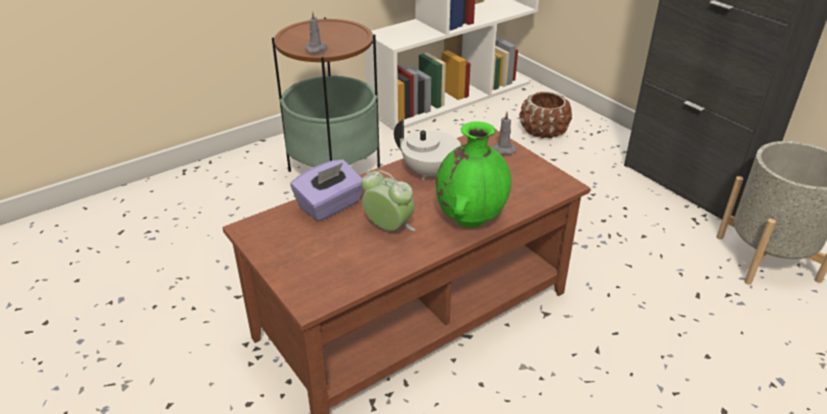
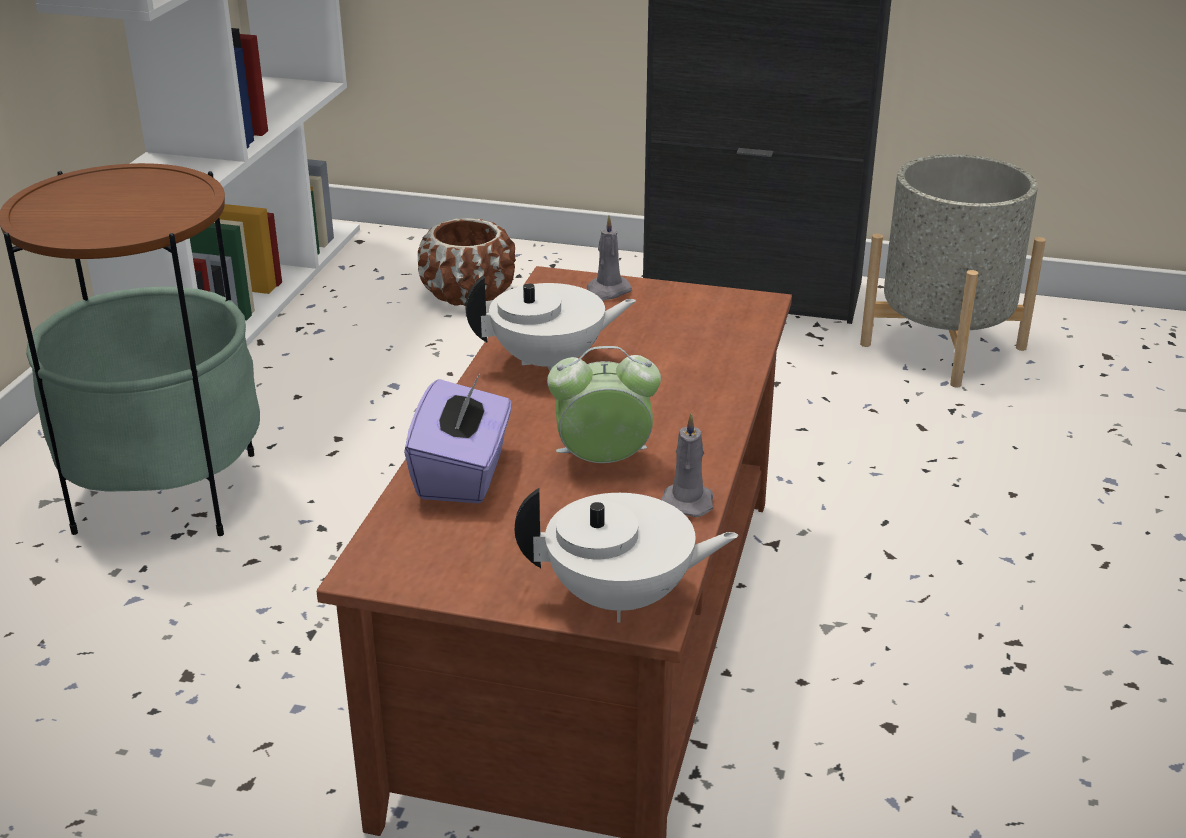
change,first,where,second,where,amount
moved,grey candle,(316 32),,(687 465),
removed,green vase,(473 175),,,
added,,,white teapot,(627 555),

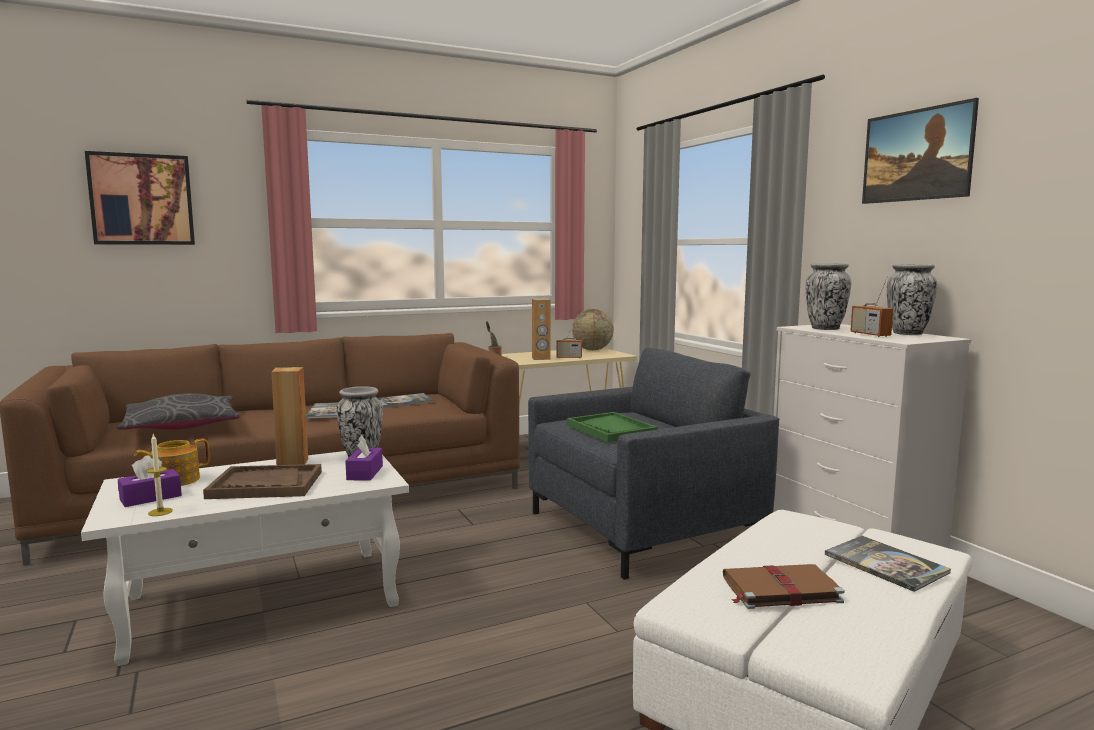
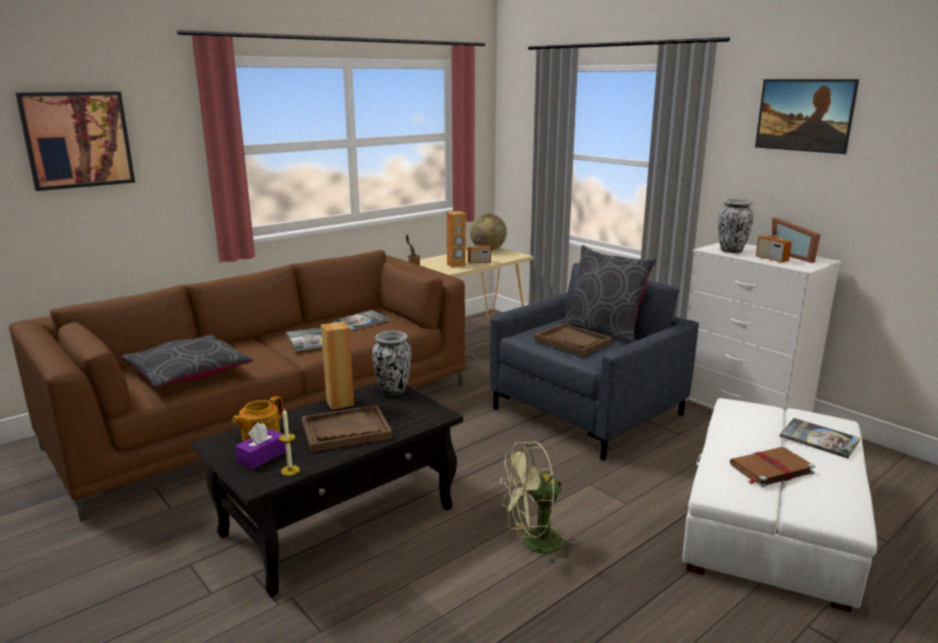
change,first,where,second,where,amount
replaced,vase,(912 299),picture frame,(796 240),
recoloured,green tray,(612 427),brown tray,(573 339),
removed,purple tissue box,(364 458),,,
recoloured,white coffee table,(245 558),black coffee table,(327 489),
added,,,grey pillow,(608 294),
added,,,green fan,(539 503),

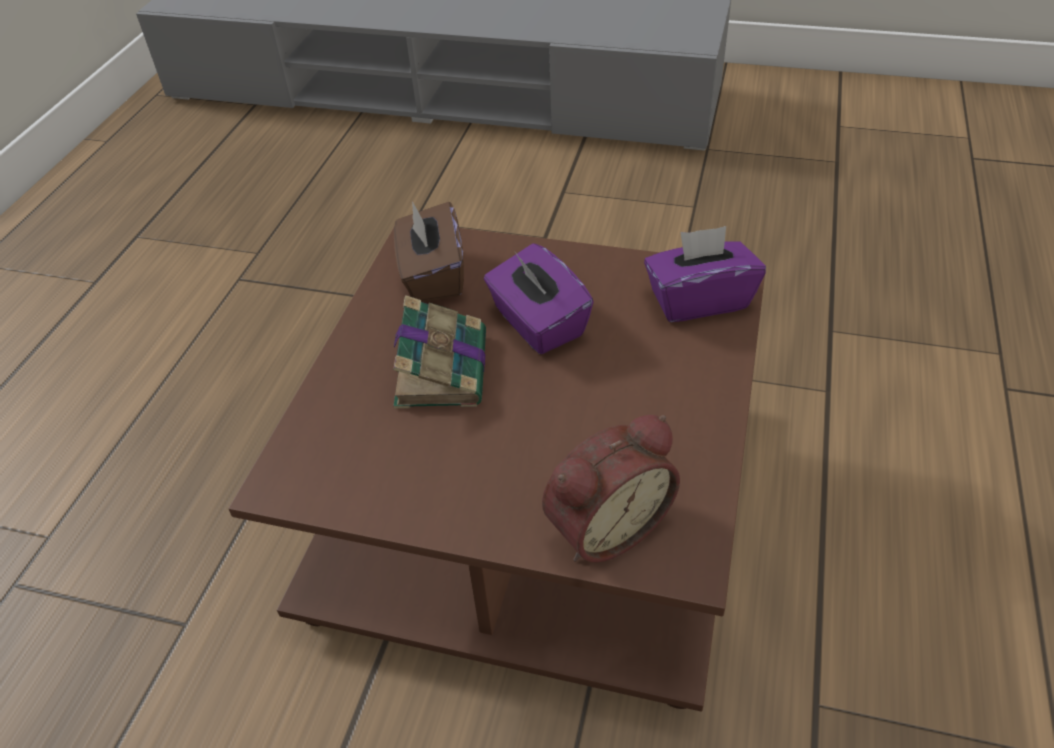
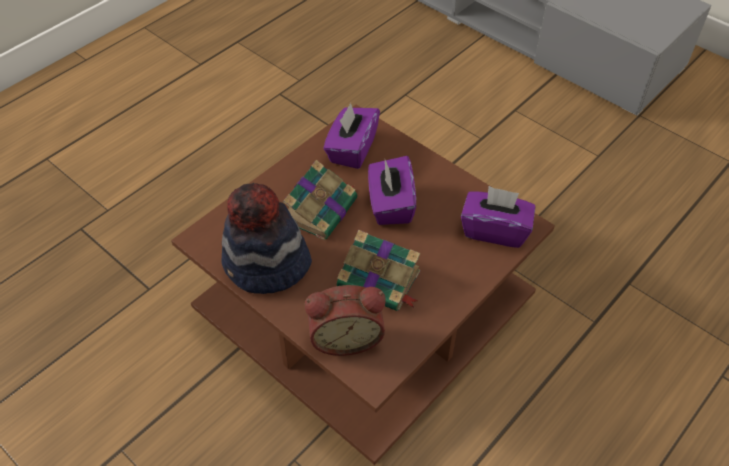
change,first,where,second,where,amount
recoloured,brown tissue box,(429 251),purple tissue box,(351 136),
added,,,hat,(266 238),
added,,,book,(378 270),

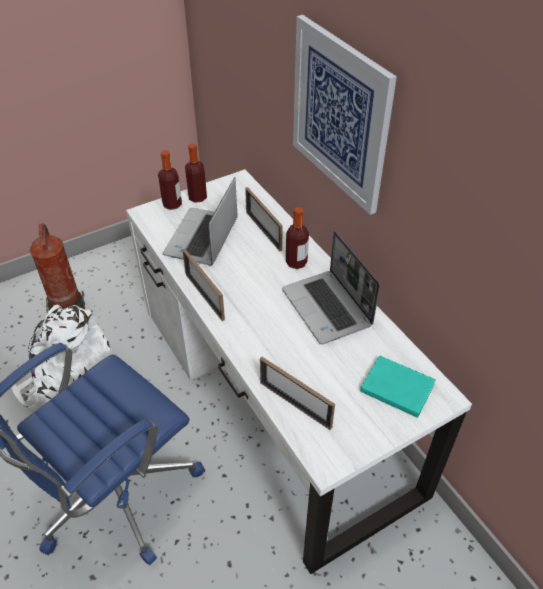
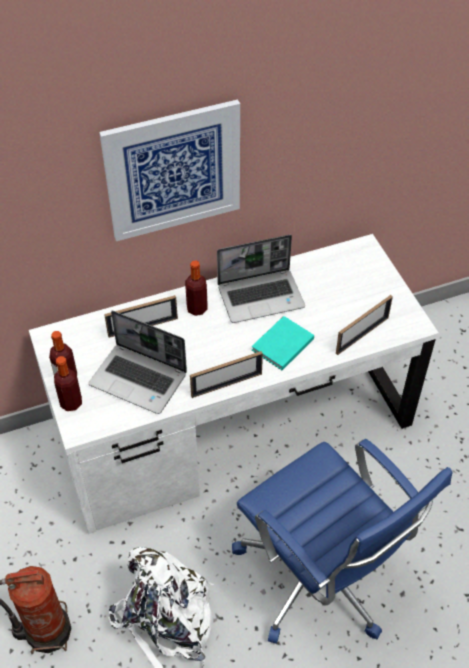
change,first,where,second,where,amount
moved,turquoise book,(398 386),,(283 343),

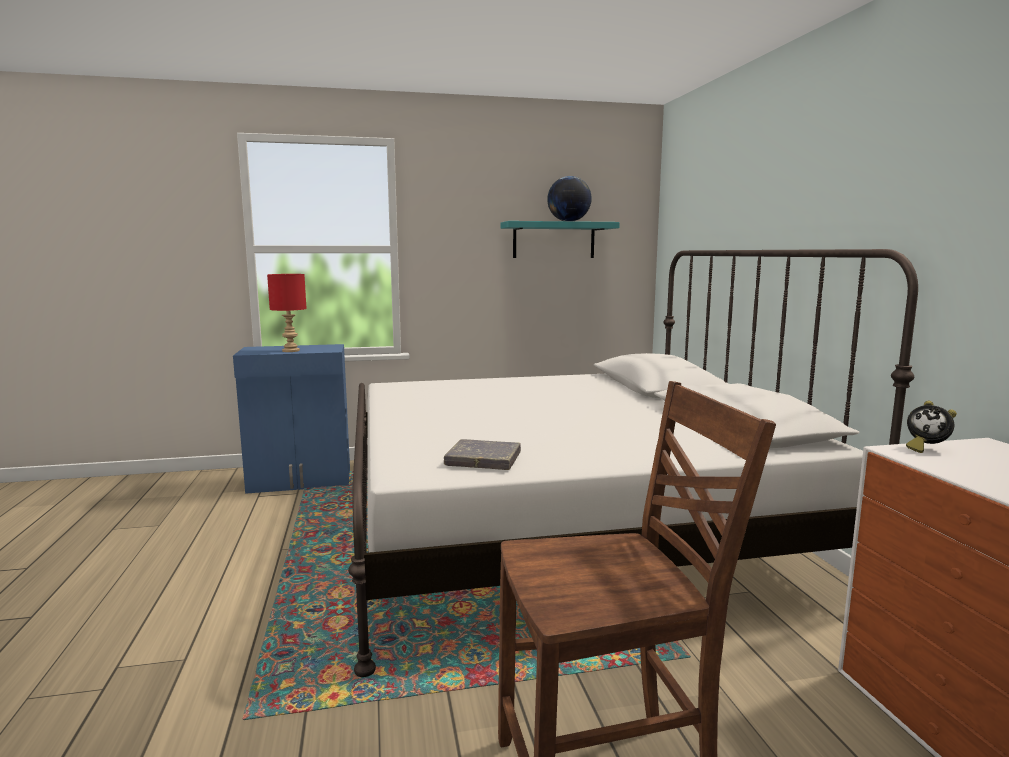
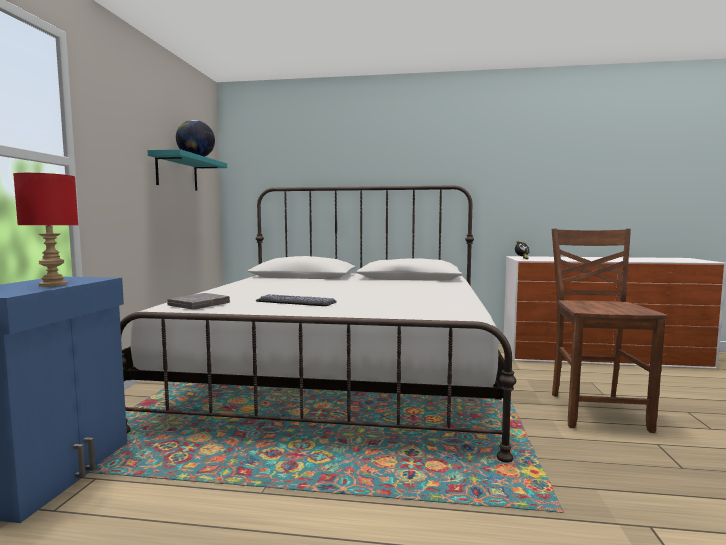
change,first,where,second,where,amount
moved,grey book,(482 454),,(198 301),
added,,,keyboard,(296 300),

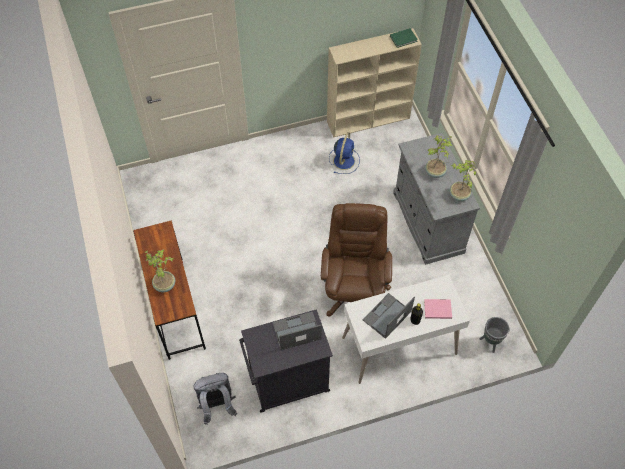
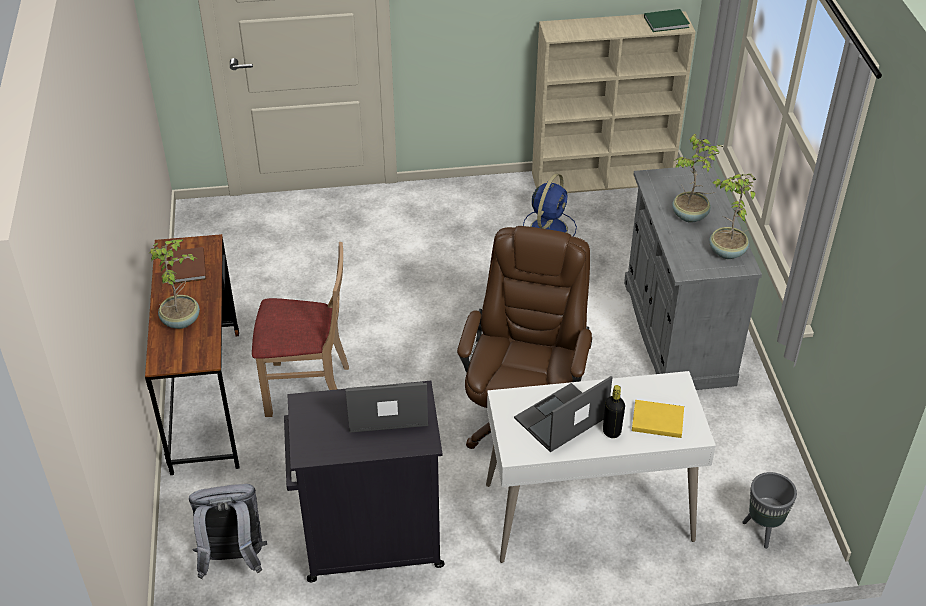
change,first,where,second,where,amount
recoloured,pink book,(438 309),yellow book,(658 419),
added,,,beige chair,(300 329),
added,,,brown book,(188 265),

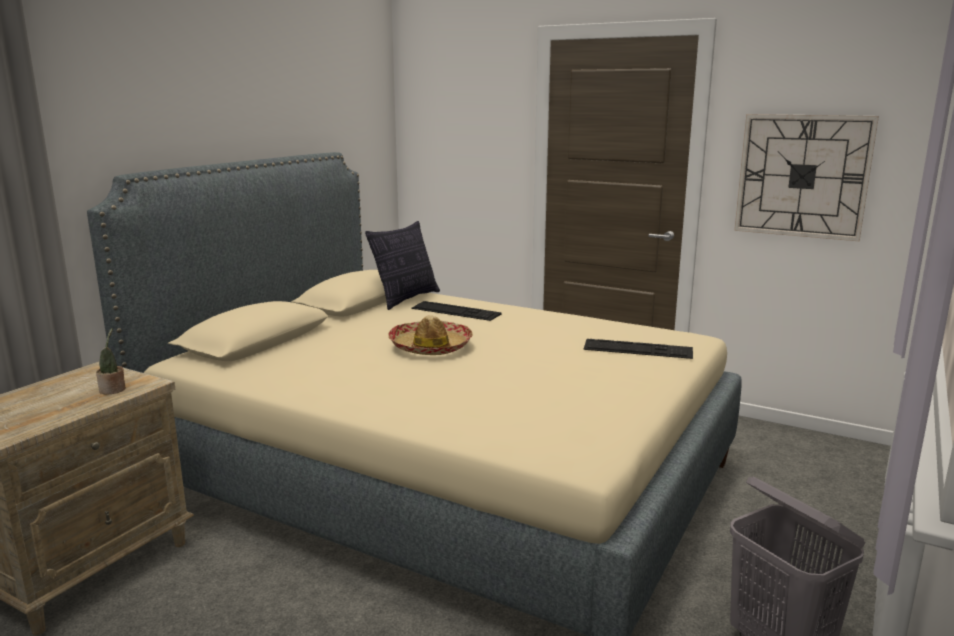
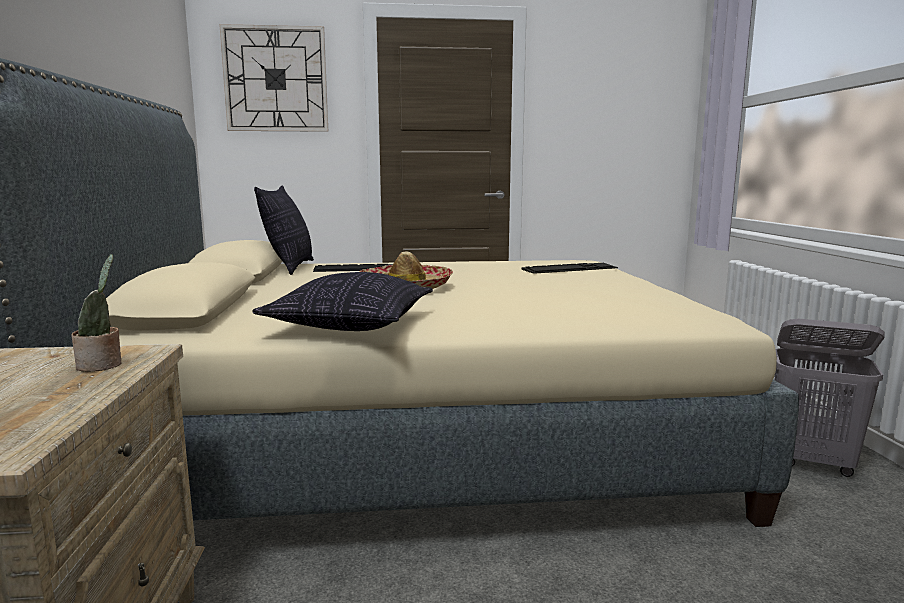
change,first,where,second,where,amount
moved,wall clock,(806 177),,(273 78),
added,,,pillow,(342 301),

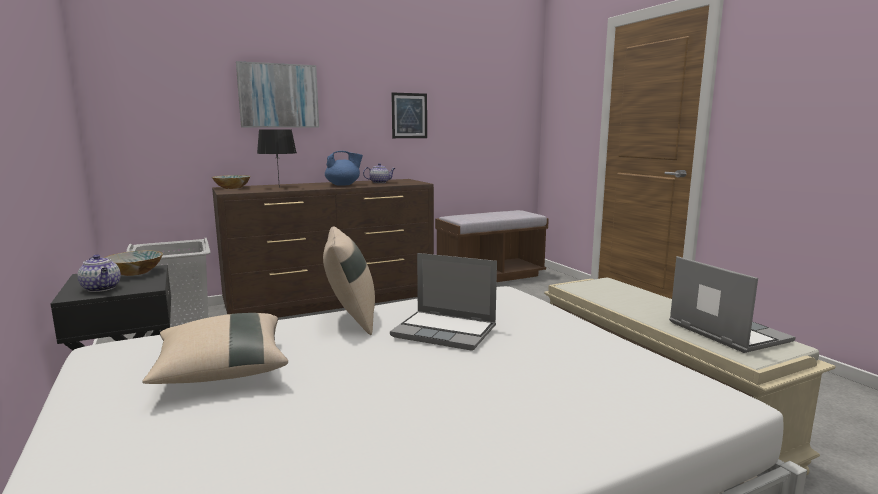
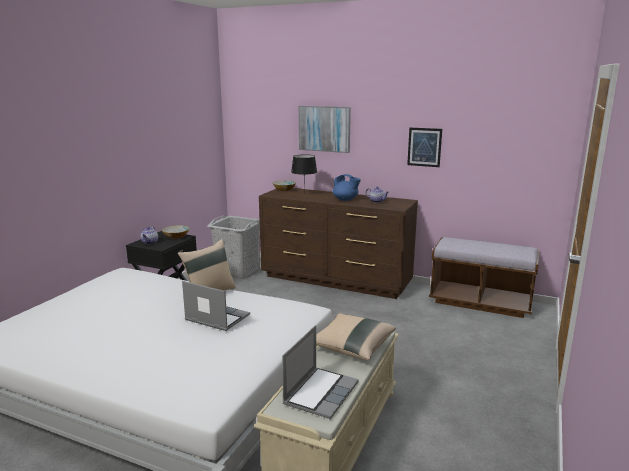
change,first,where,second,where,amount
turned,laptop,(443 302),,(216 306),135 degrees clockwise
moved,beige pillow,(215 348),,(356 337),

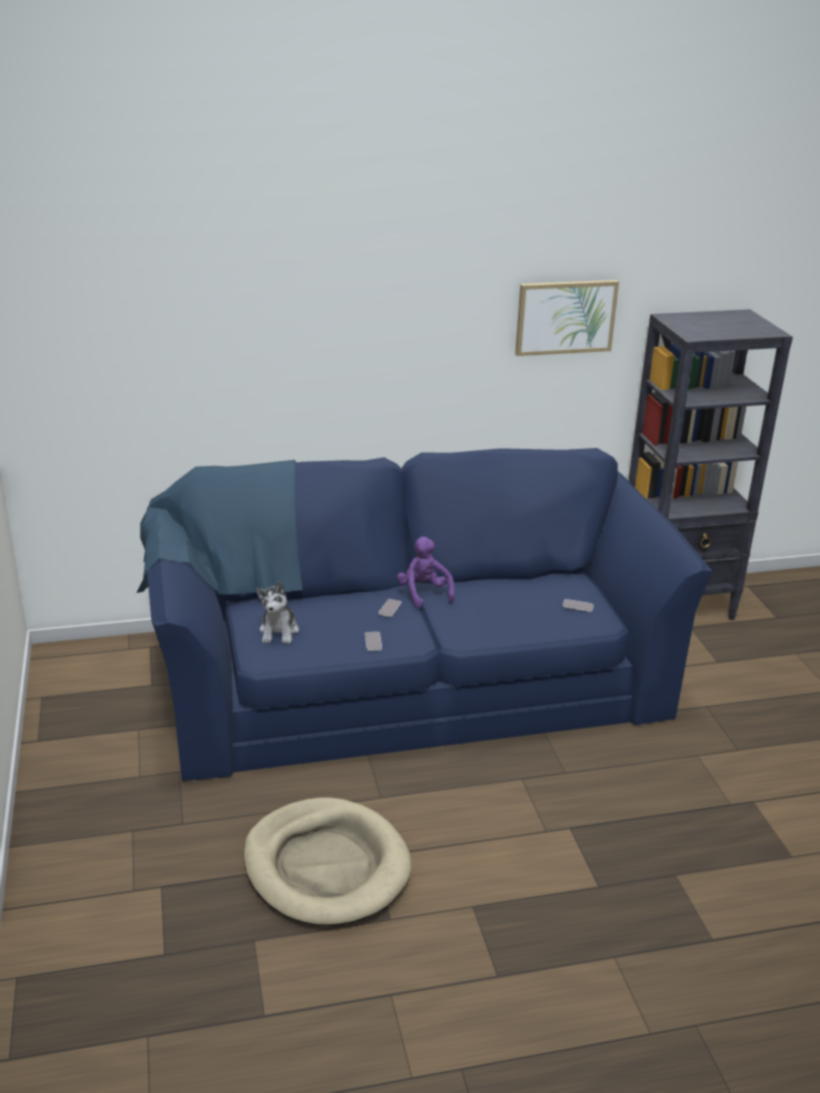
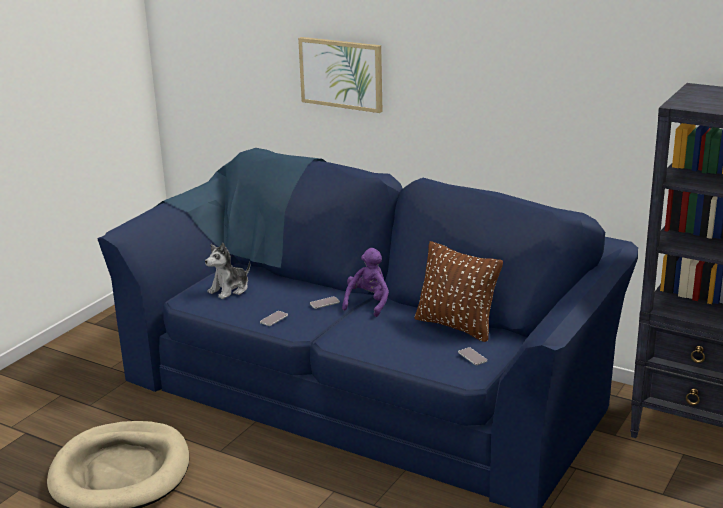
change,first,where,second,where,amount
moved,picture,(567 318),,(340 75),
added,,,brown pillow,(459 291),

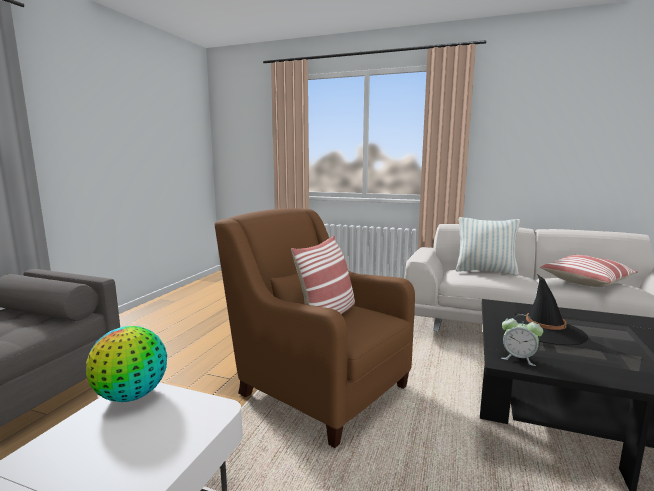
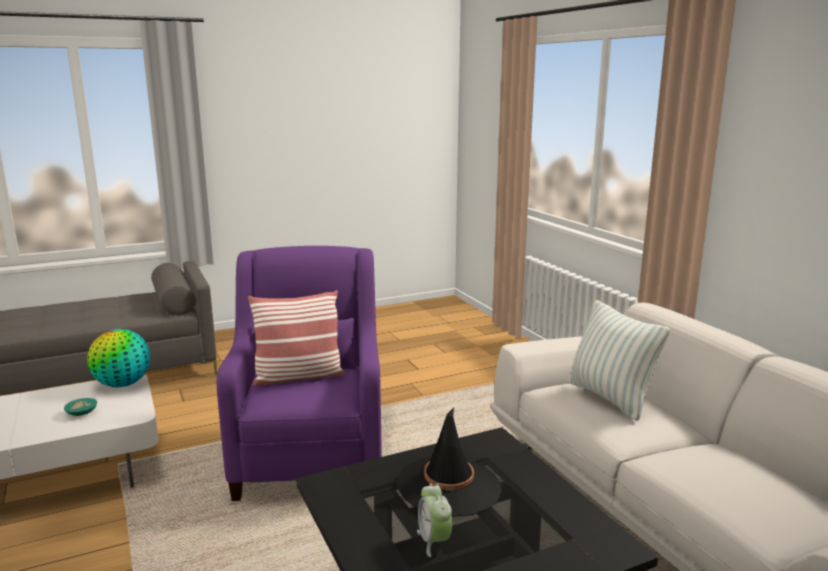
change,first,where,second,where,amount
recoloured,brown armchair,(314 328),purple armchair,(299 373),
removed,pillow,(589 271),,,
moved,alarm clock,(522 340),,(434 520),
added,,,turquoise bowl,(80 407),

